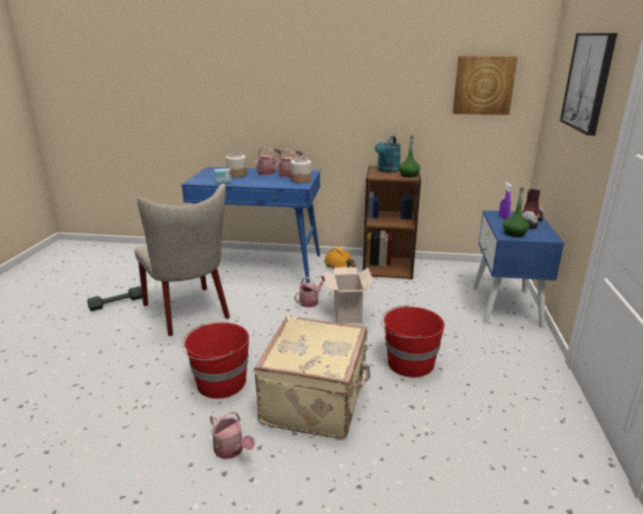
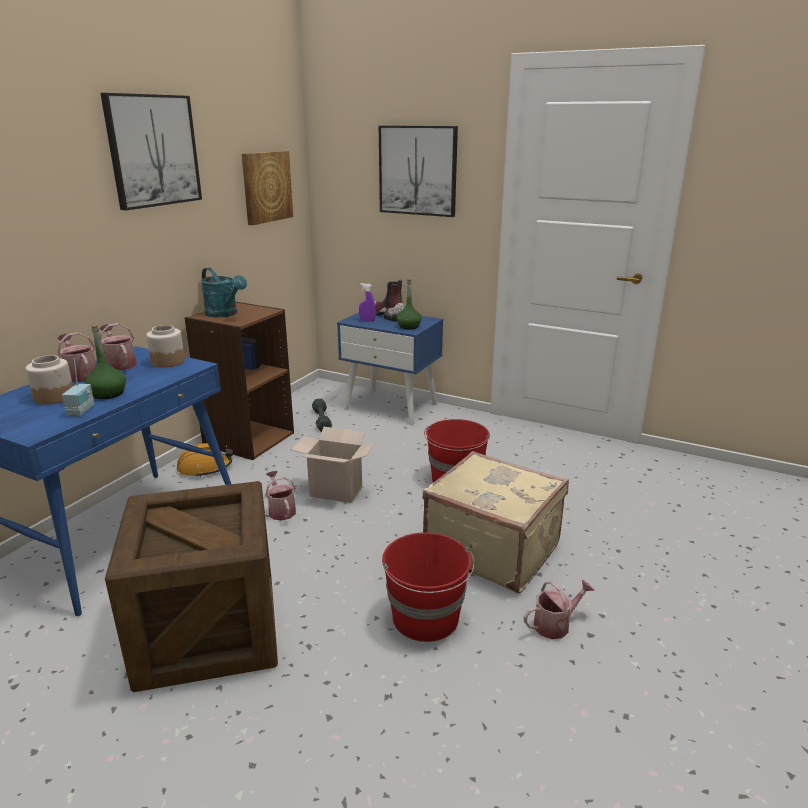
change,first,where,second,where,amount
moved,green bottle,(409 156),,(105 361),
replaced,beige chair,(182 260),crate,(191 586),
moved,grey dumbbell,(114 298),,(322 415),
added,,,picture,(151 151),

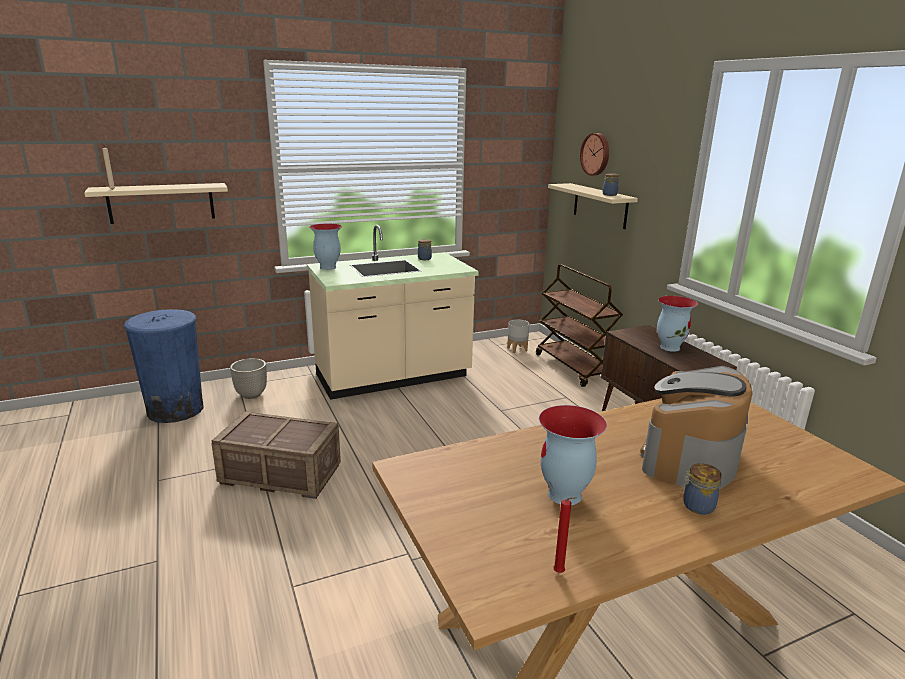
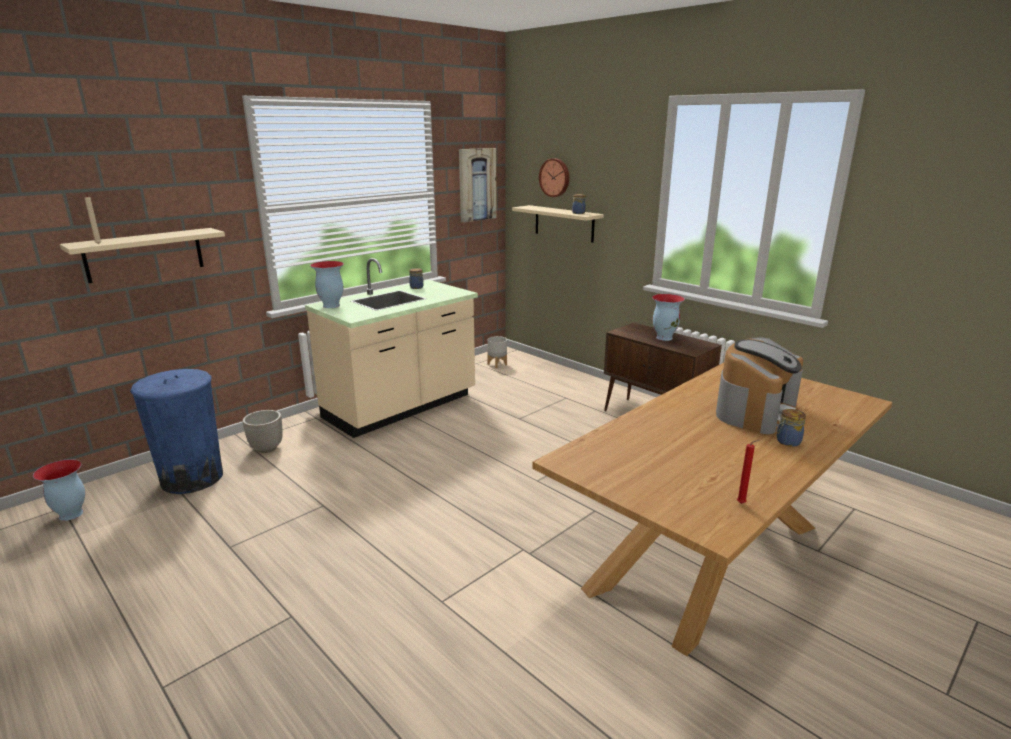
change,first,where,second,where,amount
removed,brown cart,(579 325),,,
turned,coffee machine,(696 428),,(759 385),150 degrees counterclockwise
moved,vase,(573 455),,(59 490),
removed,crate,(276 455),,,
added,,,picture,(478 185),

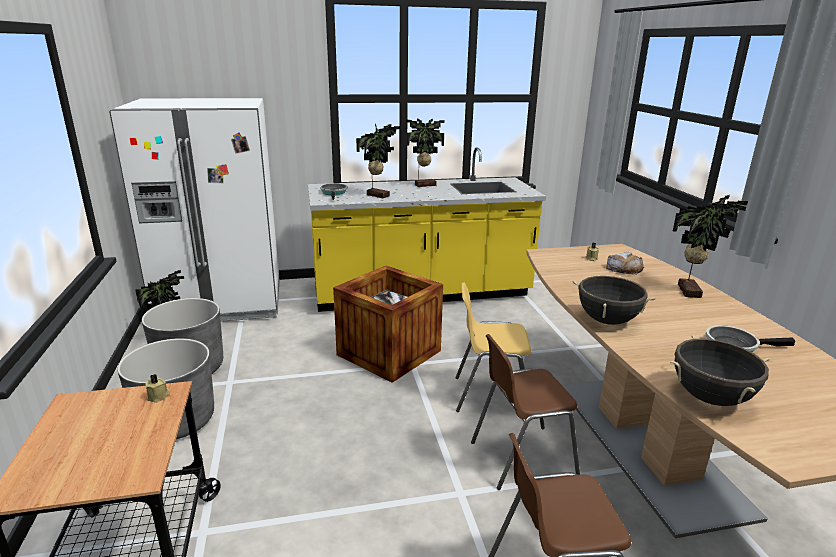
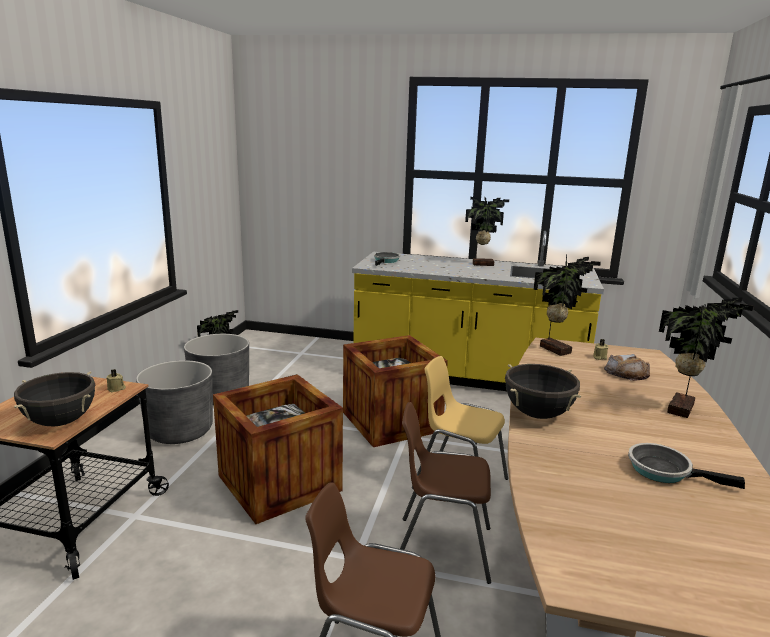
change,first,where,second,where,amount
removed,white fridge,(194 210),,,
moved,potted plant,(378 161),,(567 305),
moved,black cooking pot,(720 370),,(54 398),
added,,,crate,(278 449),

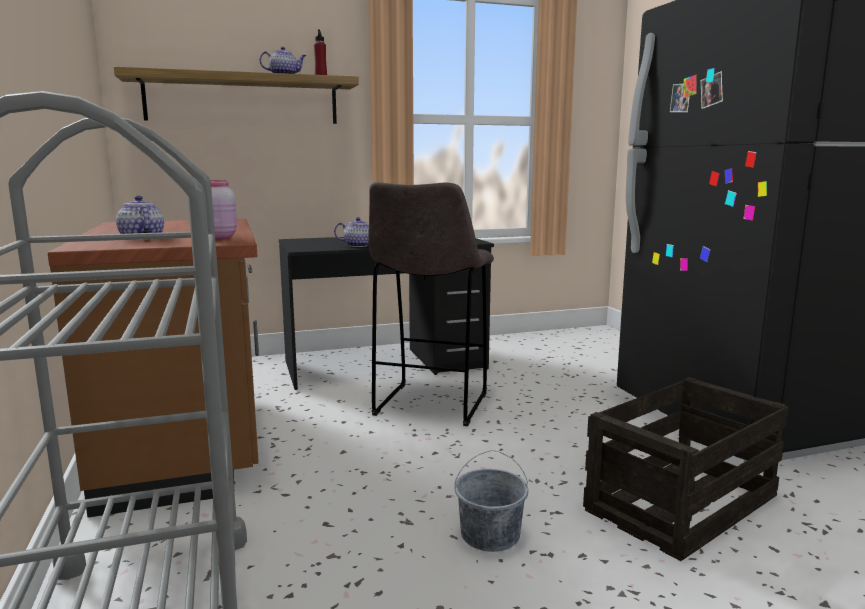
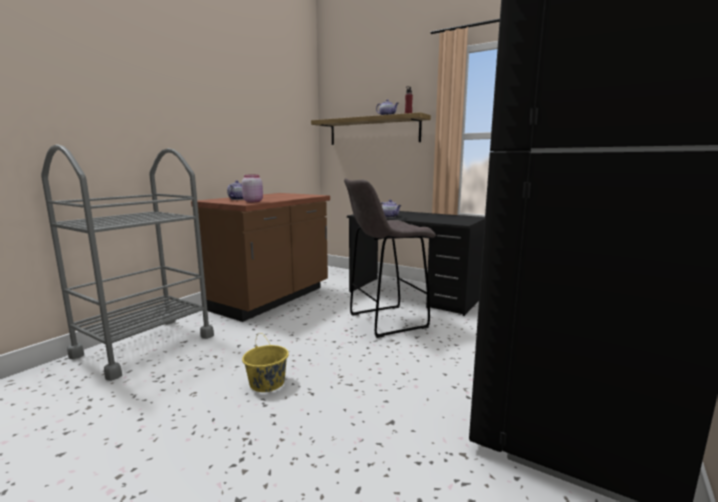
change,first,where,second,where,amount
removed,crate,(686 469),,,
recoloured,grey bucket,(491 501),yellow bucket,(265 362),

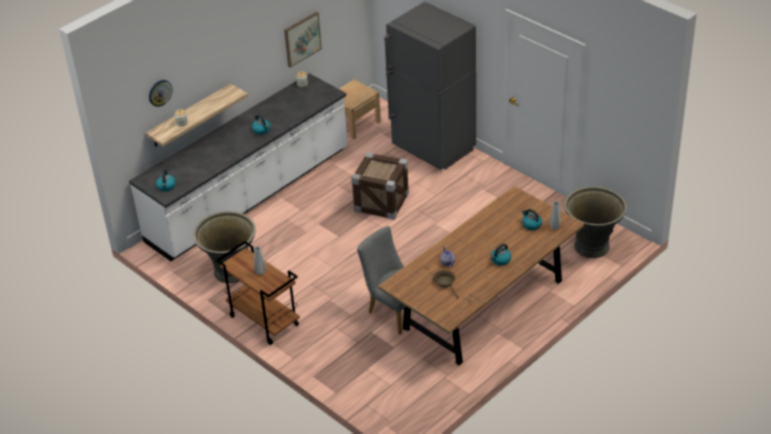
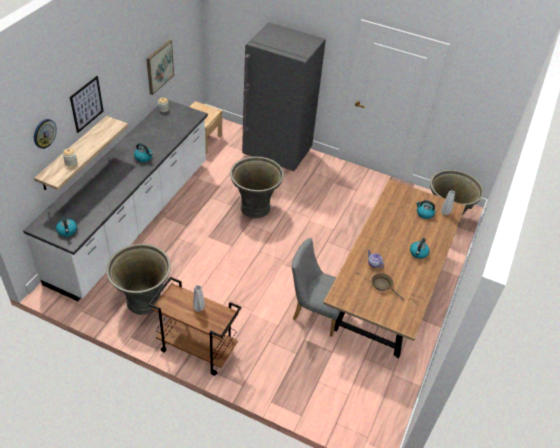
change,first,where,second,where,amount
replaced,crate,(380 186),grey planter,(257 187),
added,,,picture,(87 104),

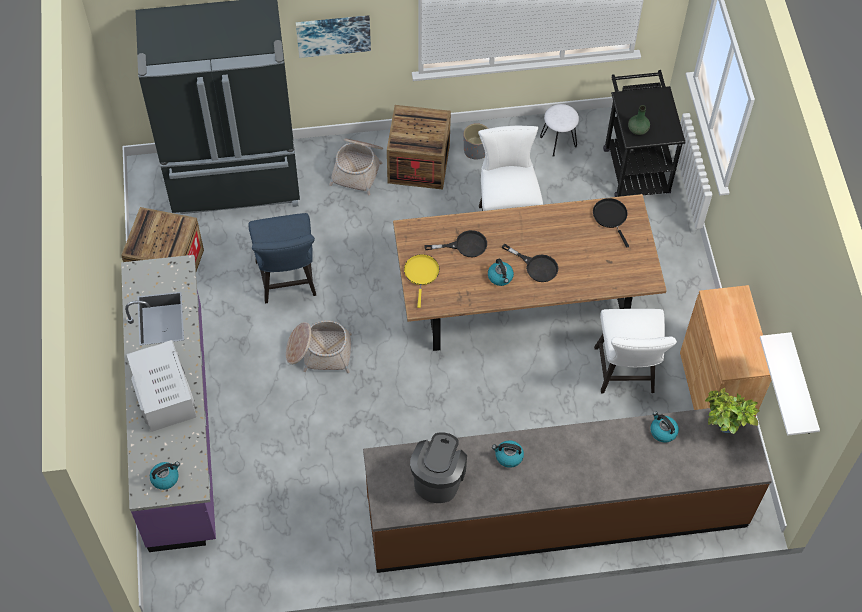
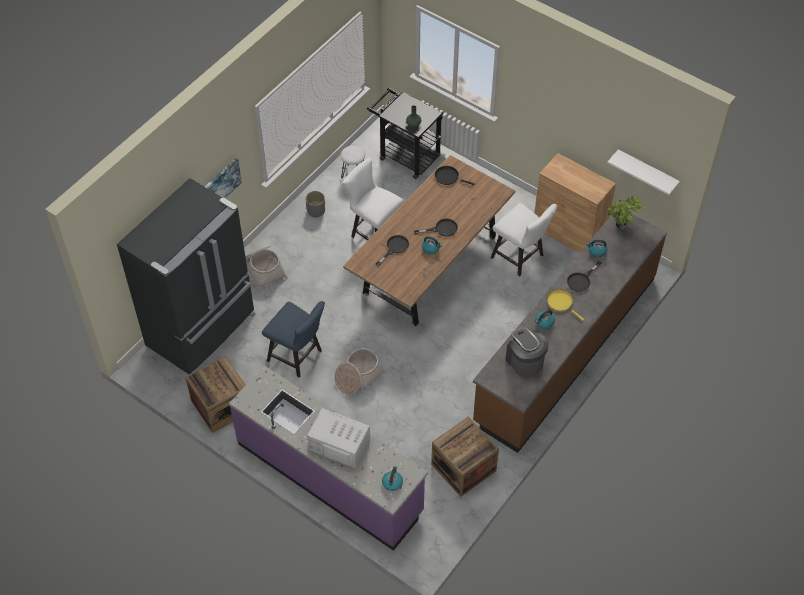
change,first,where,second,where,amount
moved,crate,(419 147),,(465 456),
moved,yellow frying pan,(421 281),,(565 305),
added,,,black frying pan,(584 276),

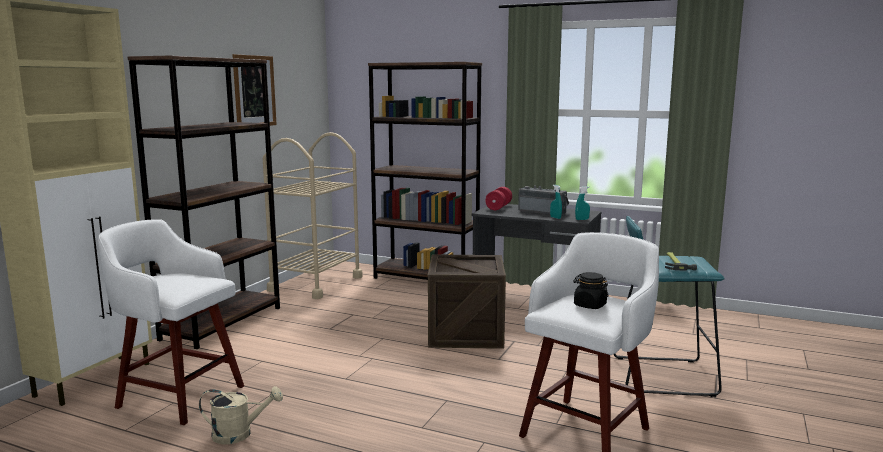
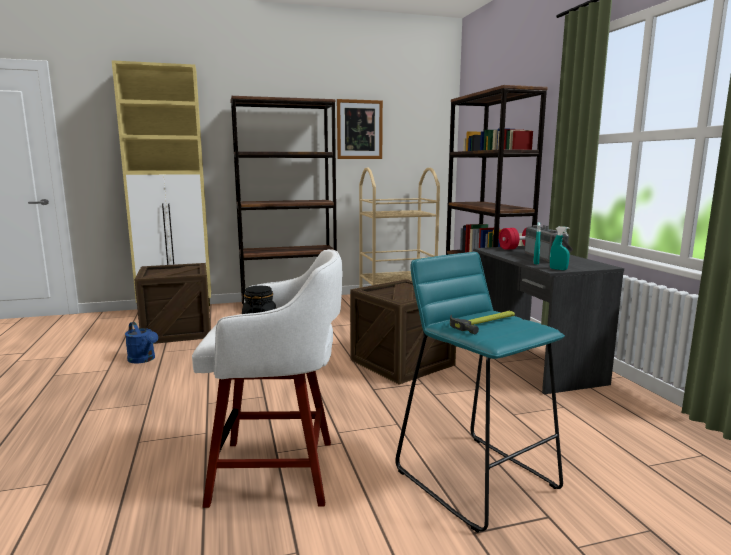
change,first,where,second,where,amount
replaced,white stool,(171 322),crate,(172 303),
recoloured,beige watering can,(241 415),blue watering can,(141 342),

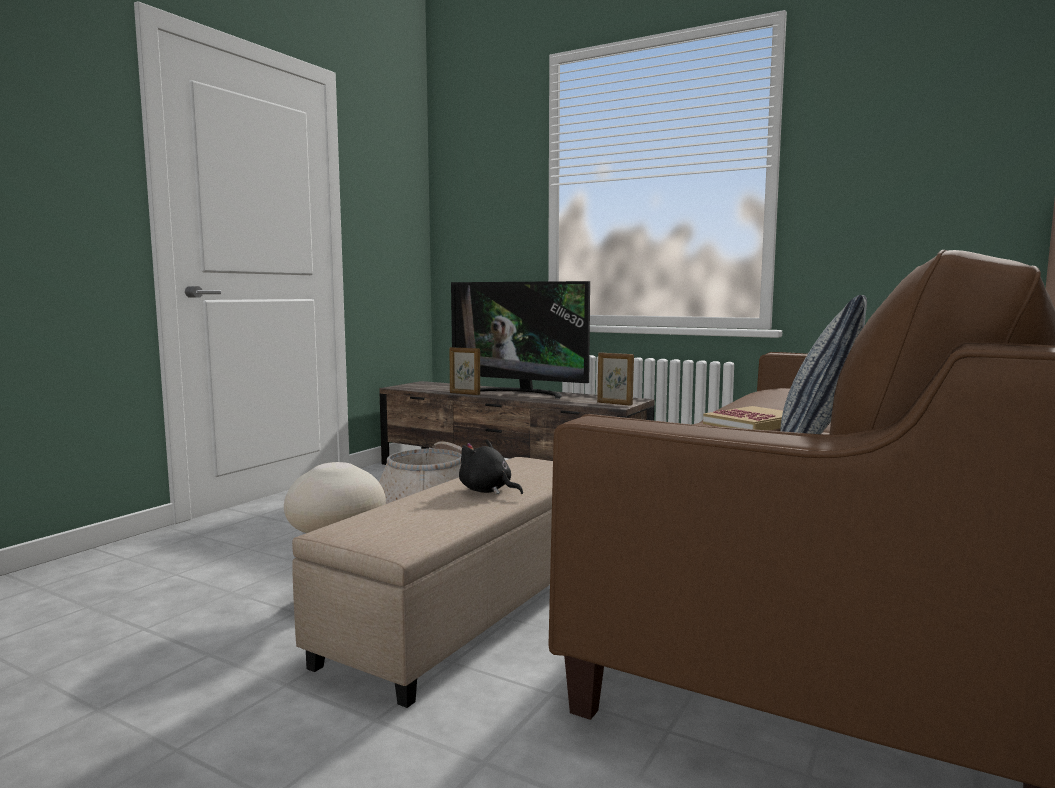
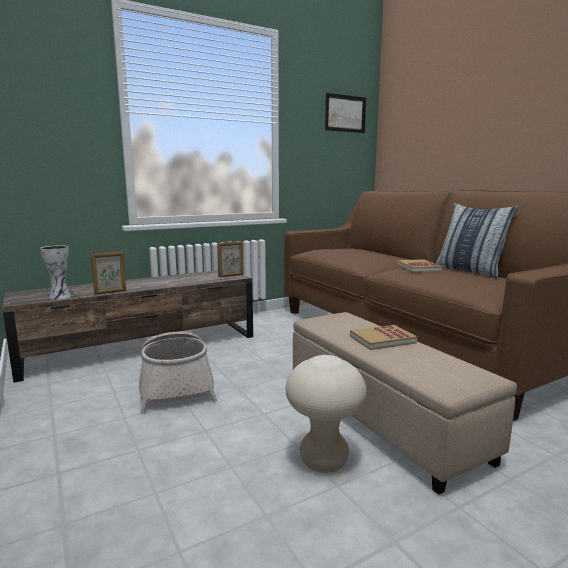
change,first,where,second,where,amount
removed,television,(520 340),,,
replaced,black plush toy,(491 466),book,(383 337),
added,,,picture,(345 113),
added,,,vase,(55 272),

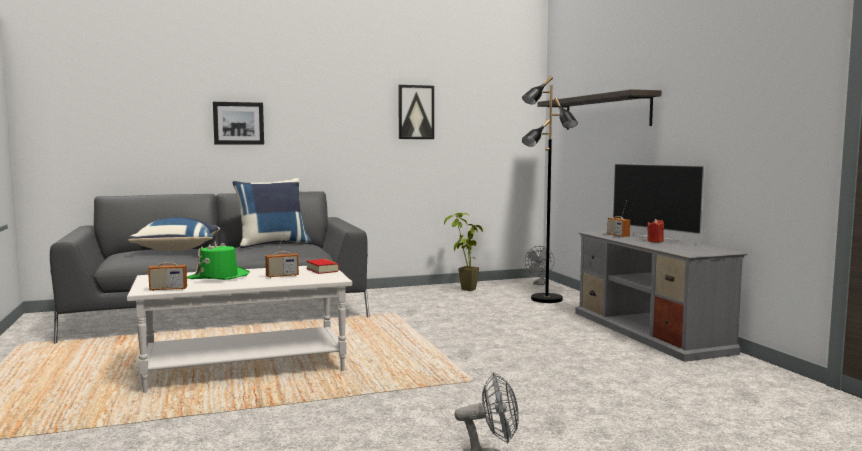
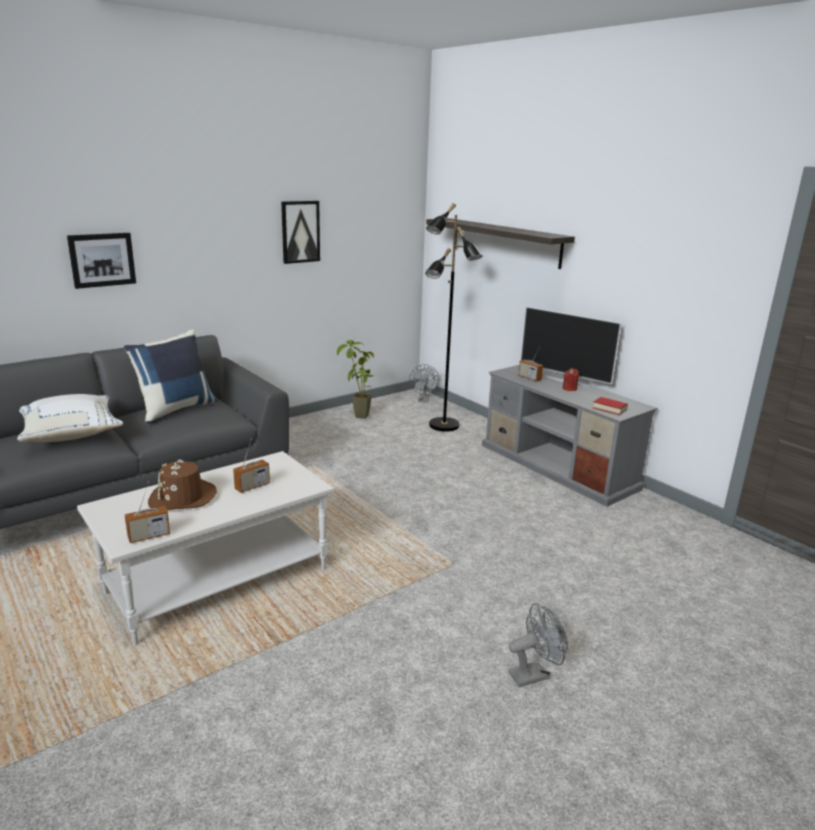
change,first,where,second,where,amount
recoloured,blue pillow,(174 234),white pillow,(70 418),
recoloured,green hat,(218 260),brown hat,(182 484),
moved,book,(322 266),,(610 406),

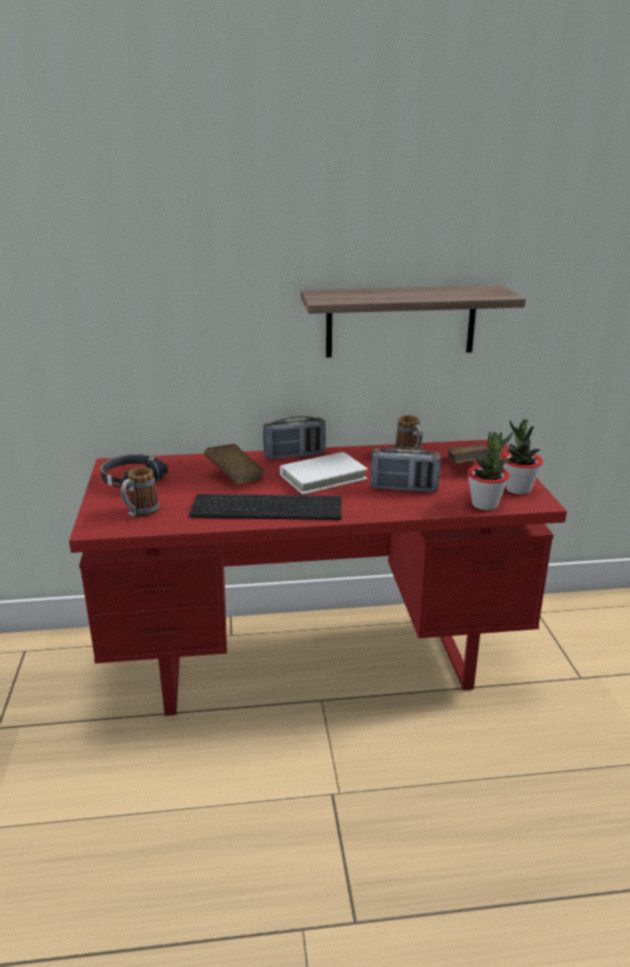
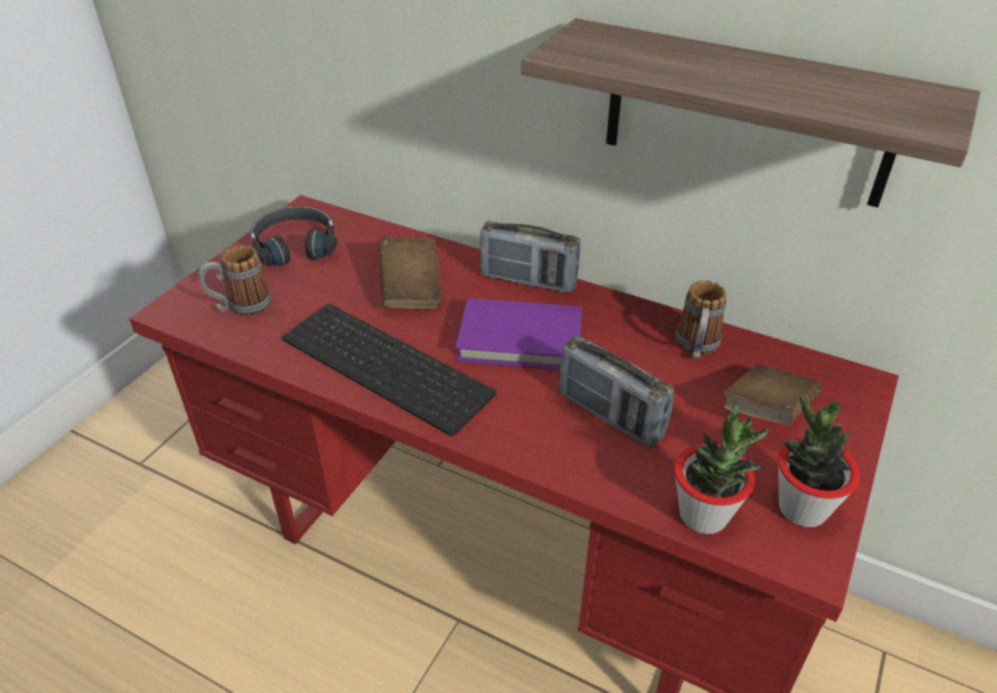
change,first,where,second,where,amount
recoloured,white book,(324 473),purple book,(518 334),

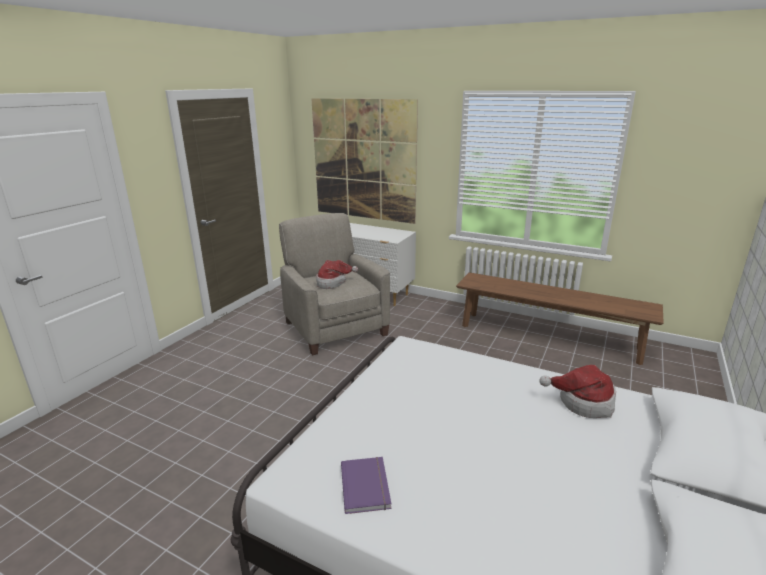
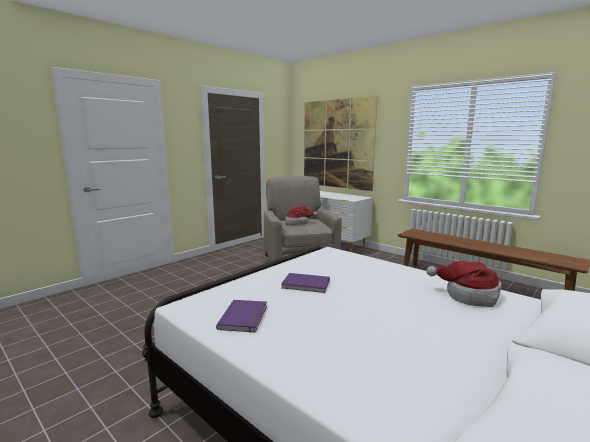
change,first,where,second,where,amount
added,,,purple book,(305 283),

